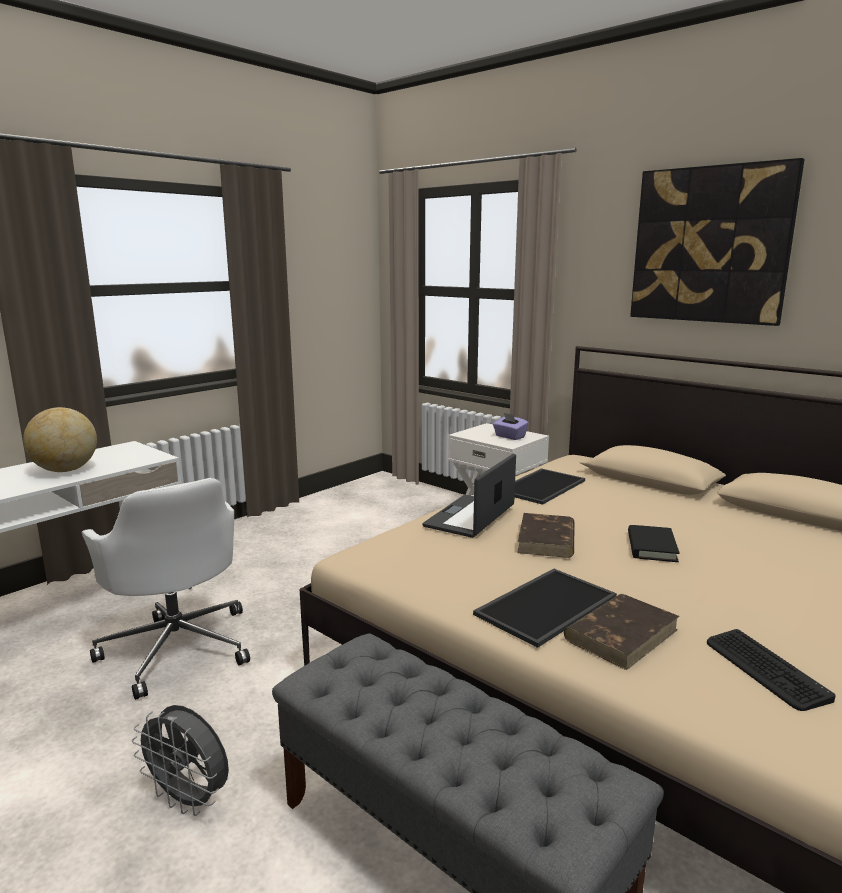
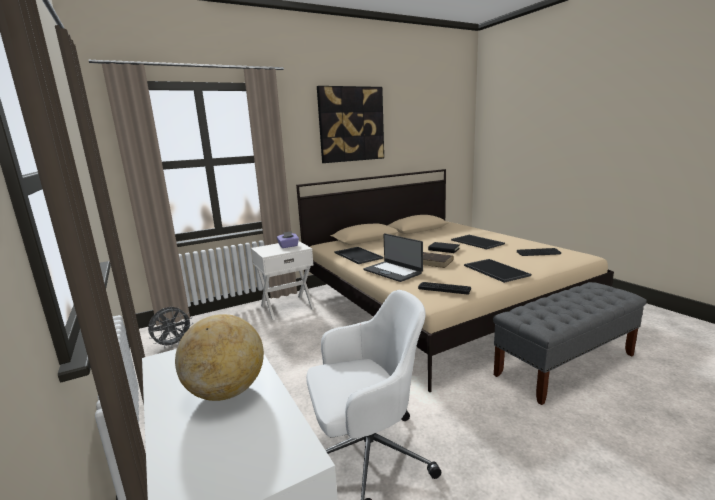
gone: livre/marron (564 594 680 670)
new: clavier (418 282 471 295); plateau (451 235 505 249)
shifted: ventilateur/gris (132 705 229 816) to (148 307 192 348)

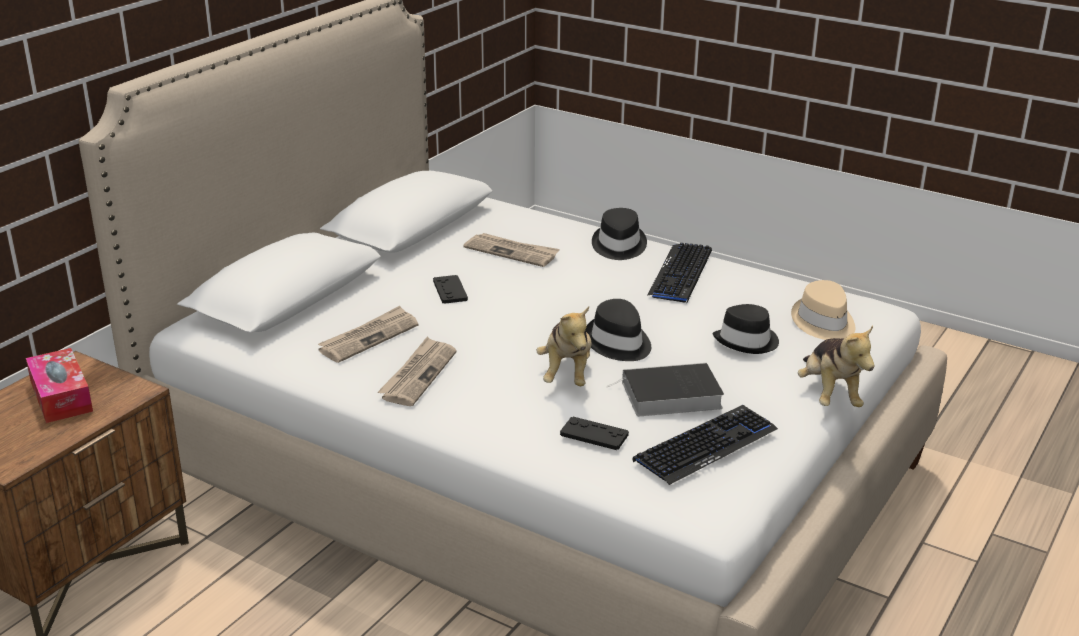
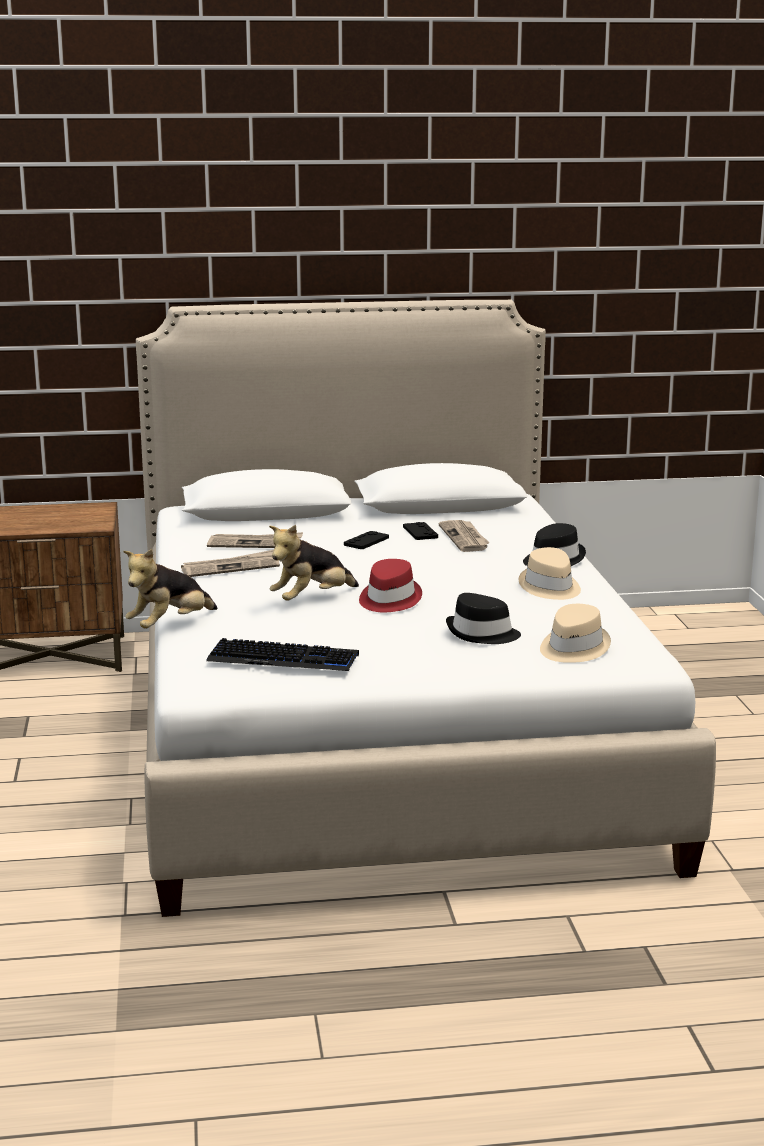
gone: boîte à mouchoirs (26 348 93 423); livre (608 363 724 416)
shifted: manette/noir (560 417 629 450) to (403 522 438 540); peluche (798 326 874 407) to (123 549 217 629)
swapped: clavier (648 243 712 303) to chapeau/beige (519 547 581 600)
repainted: chapeau/noir (585 299 651 361) to chapeau/rouge (359 559 422 612)

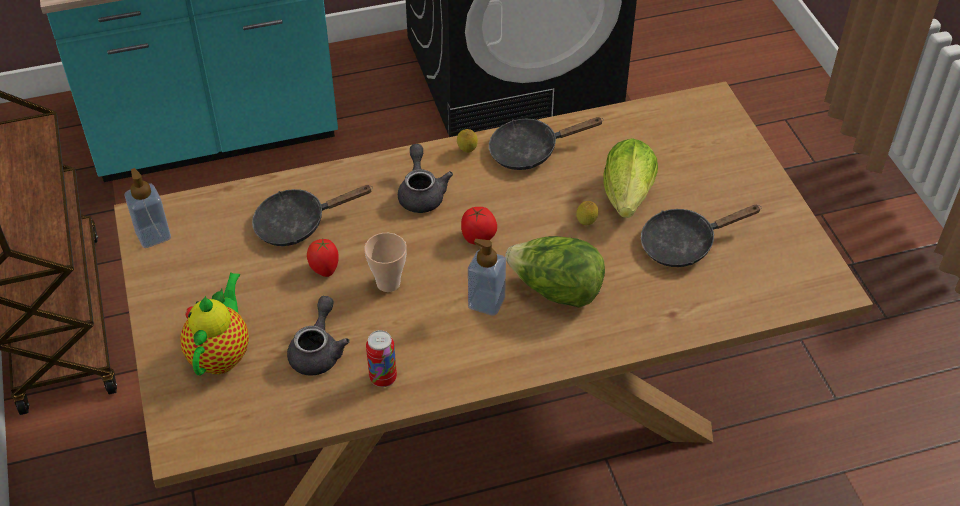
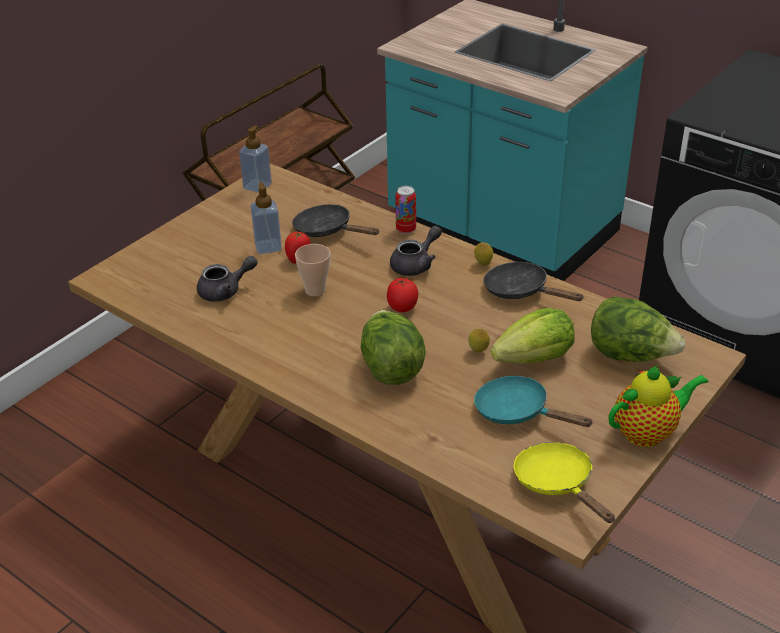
new: poêle/jaune (514 442 615 523); laitue (591 296 685 362)
shifted: théière (180 272 249 376) to (609 365 708 447); boîte métallique (366 330 397 387) to (395 186 416 234); distributeur de savon (468 239 506 316) to (251 182 282 254)
repainted: poêle/noir (641 205 762 267) to poêle/turquoise (474 376 593 427)

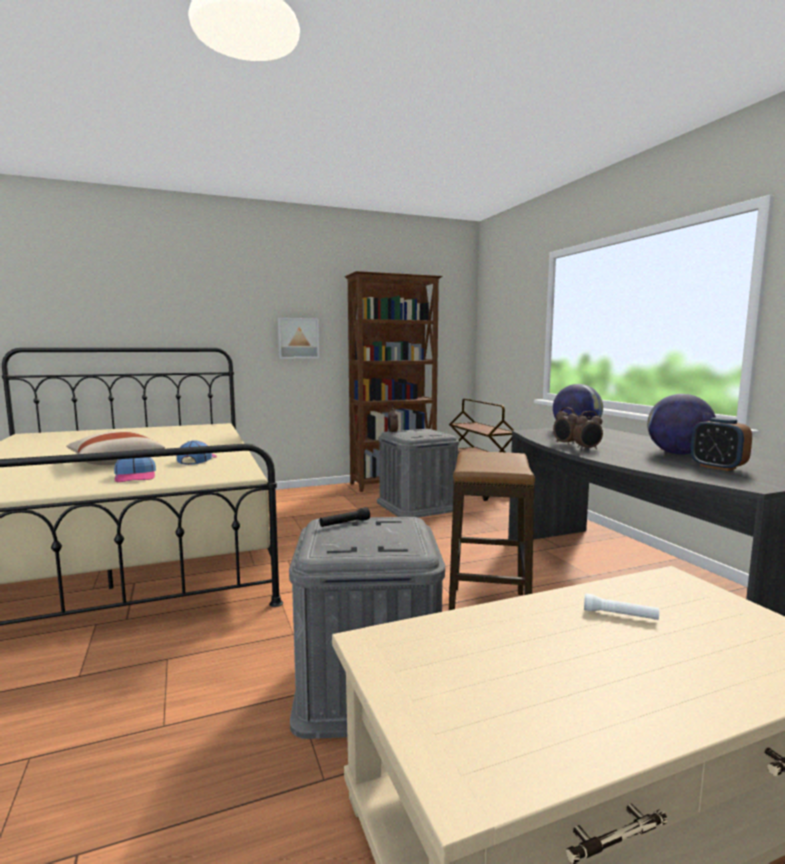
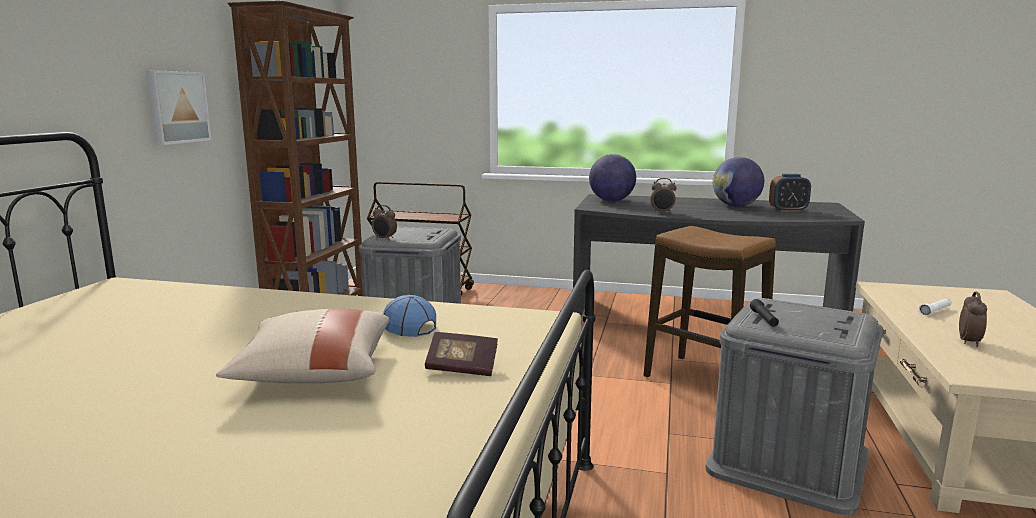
shifted: réveil (573 411 603 450) to (959 292 987 347)
swapped: casquette (114 457 156 482) to livre (425 332 498 376)

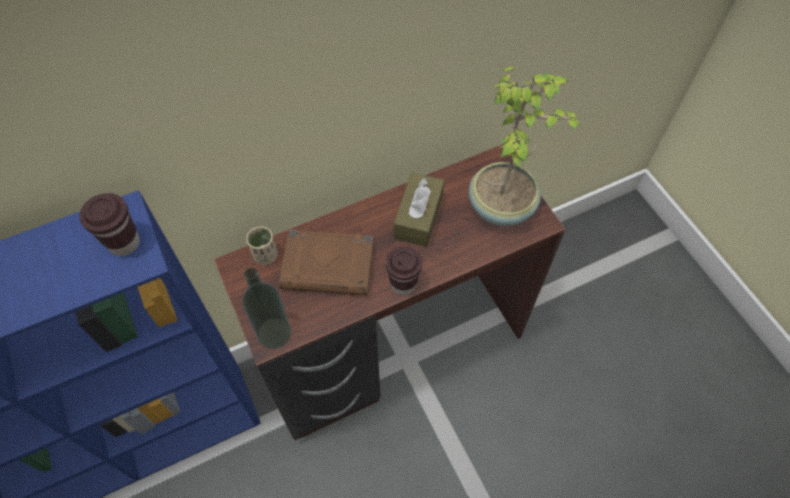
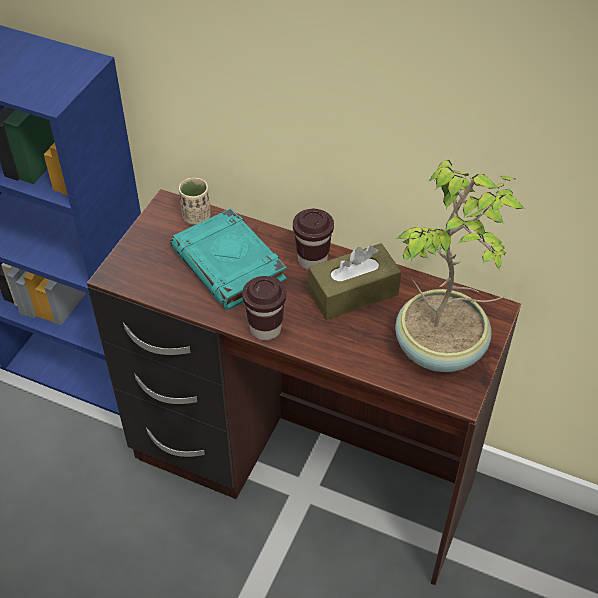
gone: bouteille (242 268 291 349)
shifted: tasse/marron (79 193 140 256) to (293 209 334 270)
repainted: livre/marron (279 230 374 296) to livre/turquoise (170 208 287 310)

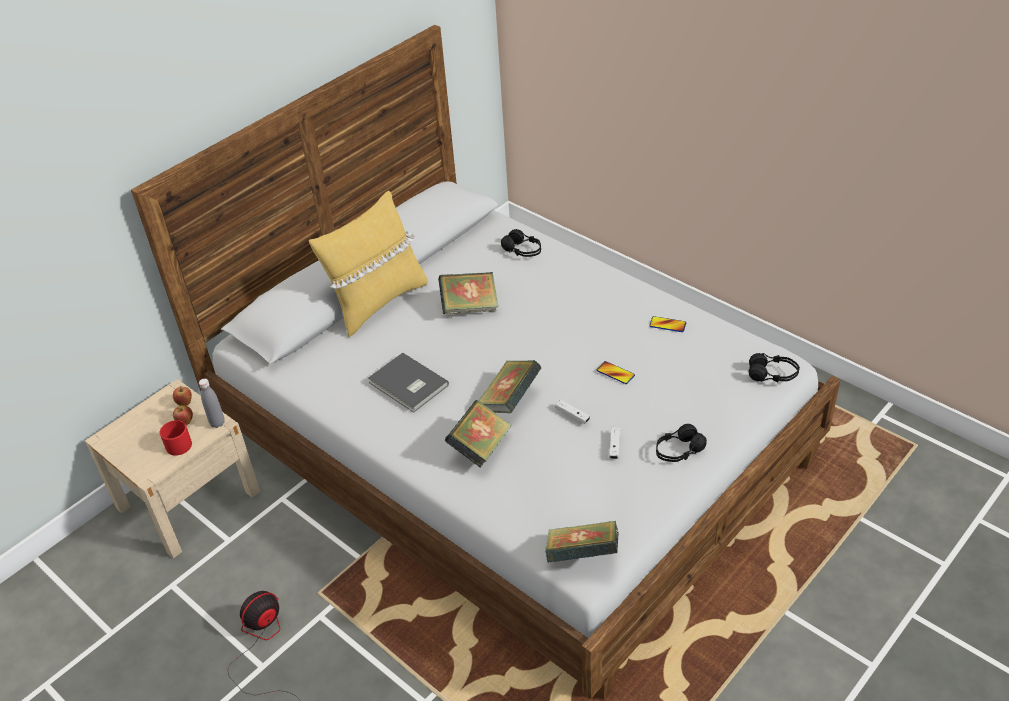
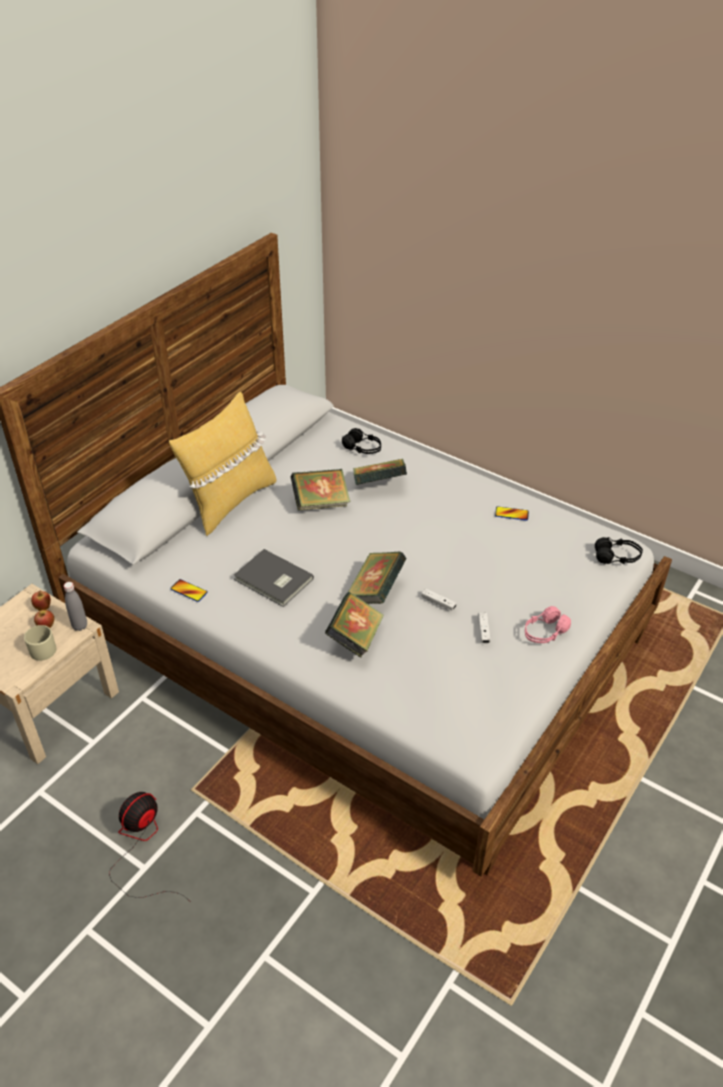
shifted: livre (545 521 619 563) to (353 459 407 485); téléphone (597 361 635 384) to (170 579 208 602)
repainted: mug/rouge (160 420 192 456) to mug/beige (24 625 56 661); casque audio/noir (656 424 707 462) to casque audio/rose (525 606 571 643)

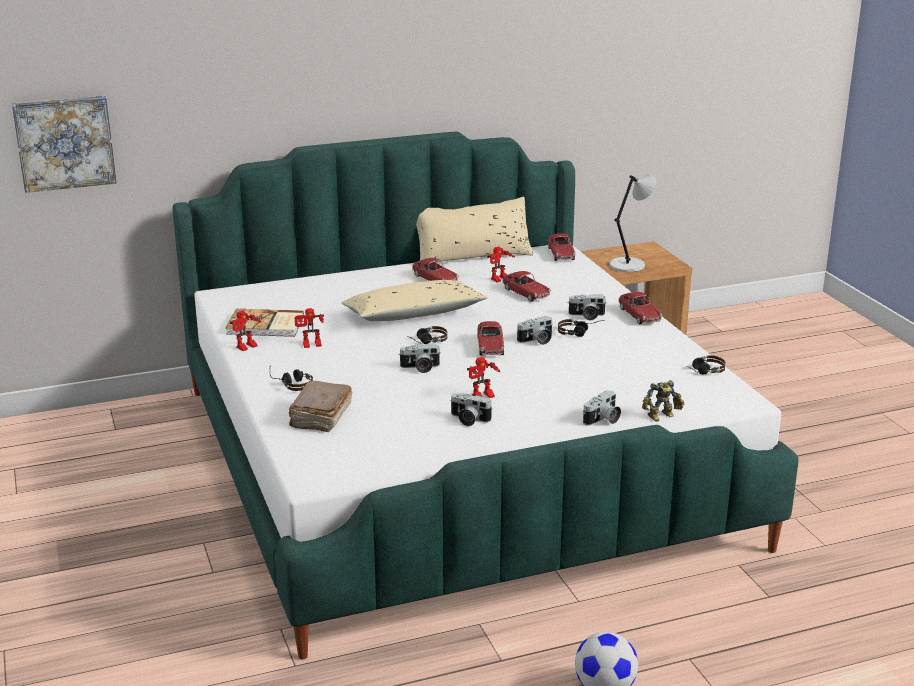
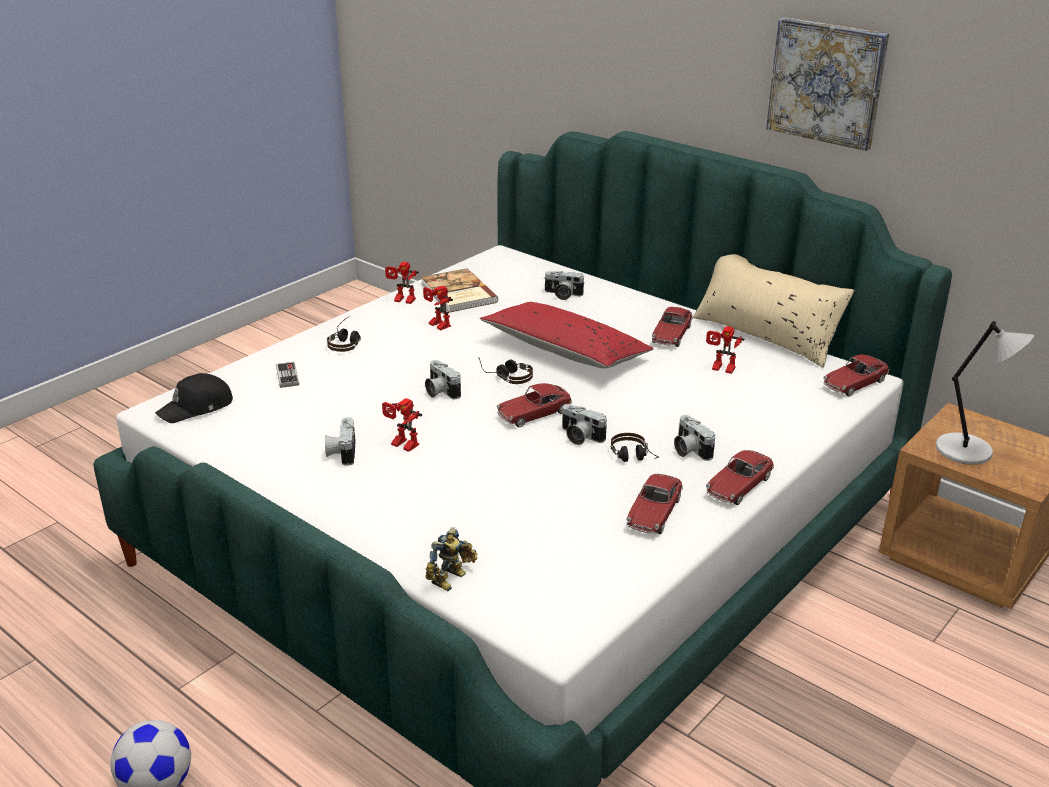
gone: casque audio (687 355 726 375)
new: casquette/noir (155 373 233 423)
shifted: tableau (12 96 116 193) to (766 17 889 151); petite voiture (502 271 551 302) to (627 474 683 534); appareil photo (583 390 621 426) to (544 271 585 300)
swapped: livre/marron (289 381 352 432) to manette (276 362 299 388)
repainted: coussin/beige (341 280 488 321) to coussin/rouge (480 302 654 368)
rotated: robot jouet (642 380 684 422) = (425 527 477 591) 90 degrees counterclockwise

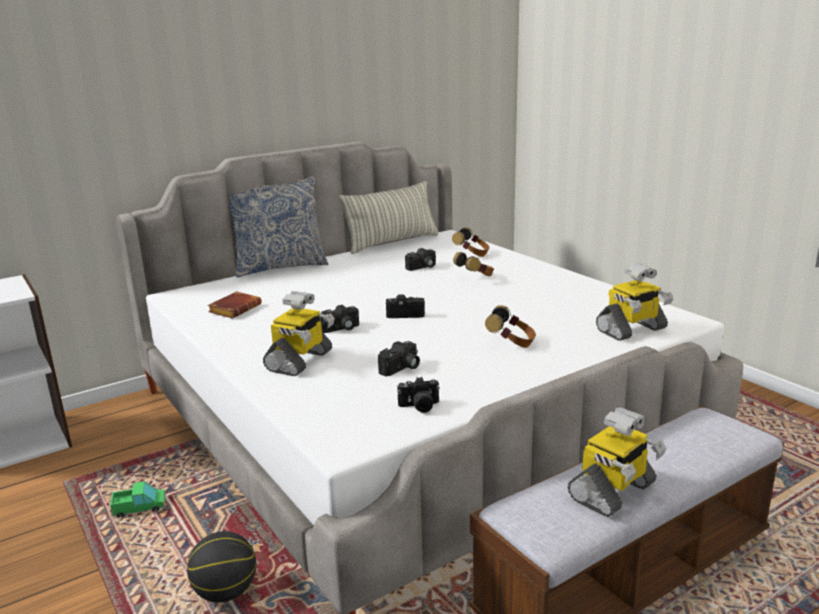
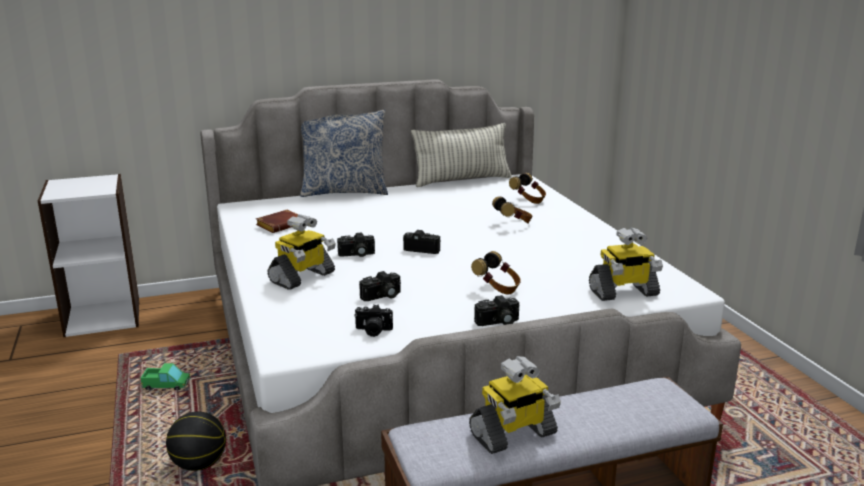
shifted: appareil photo (405 248 436 271) to (474 295 519 326)

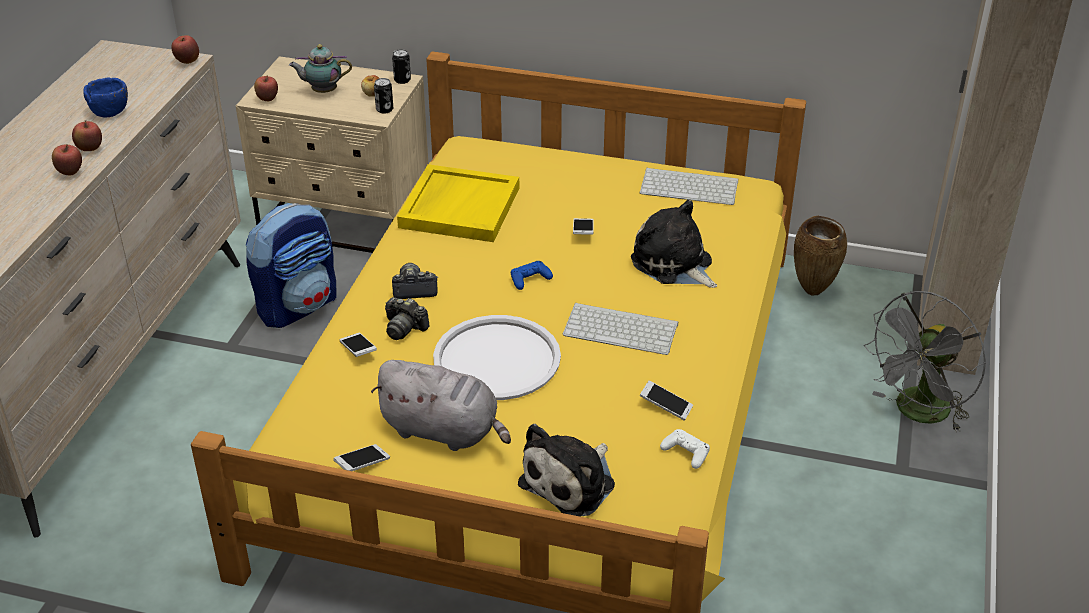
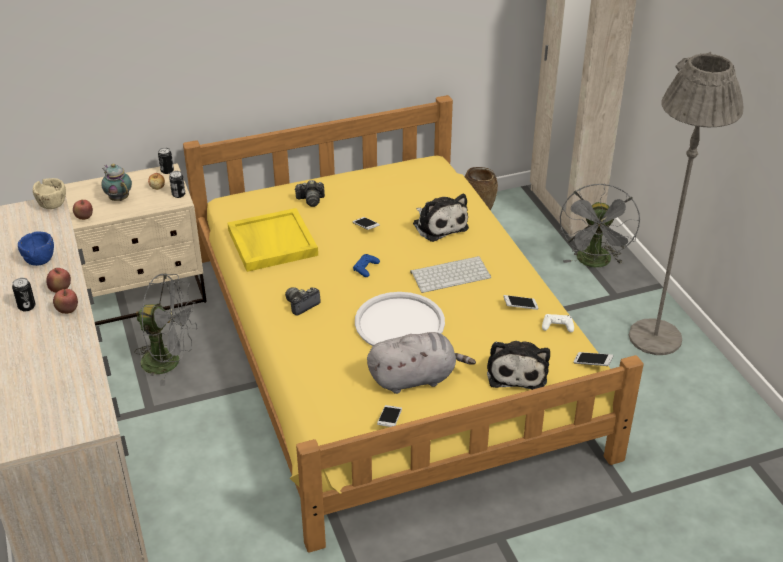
gone: clavier (640 168 738 205)
new: boîte métallique (12 278 36 311); lampadaire/gris (629 52 744 355)
shifted: téléphone (339 333 377 357) to (574 352 613 366); appareil photo (385 297 429 340) to (294 180 325 207)
swapped: pomme (172 35 199 64) to bol/beige (33 178 66 209); sac à dos (246 203 336 328) to ventilateur/gris (134 273 197 386)
rotated: théière (289 44 352 93) = (101 164 132 201) 90 degrees clockwise; peluche (631 200 717 288) = (413 194 469 242) 135 degrees counterclockwise

